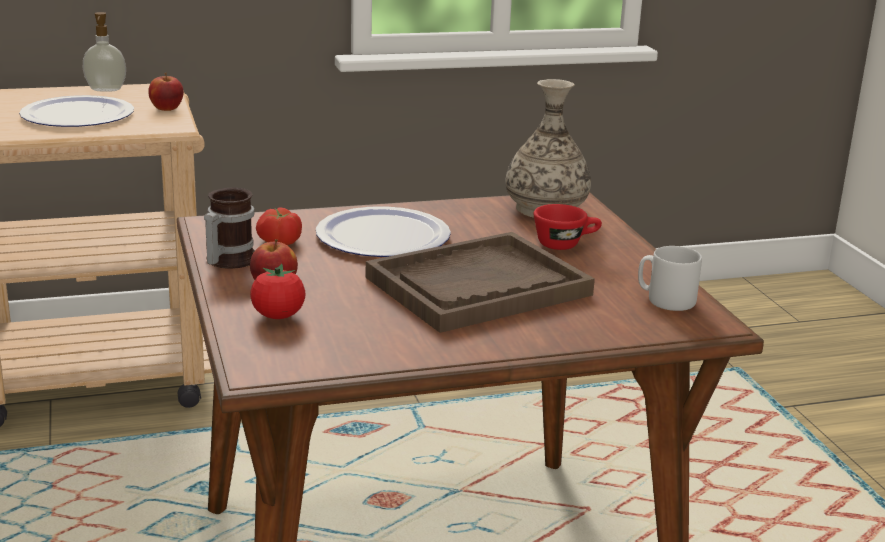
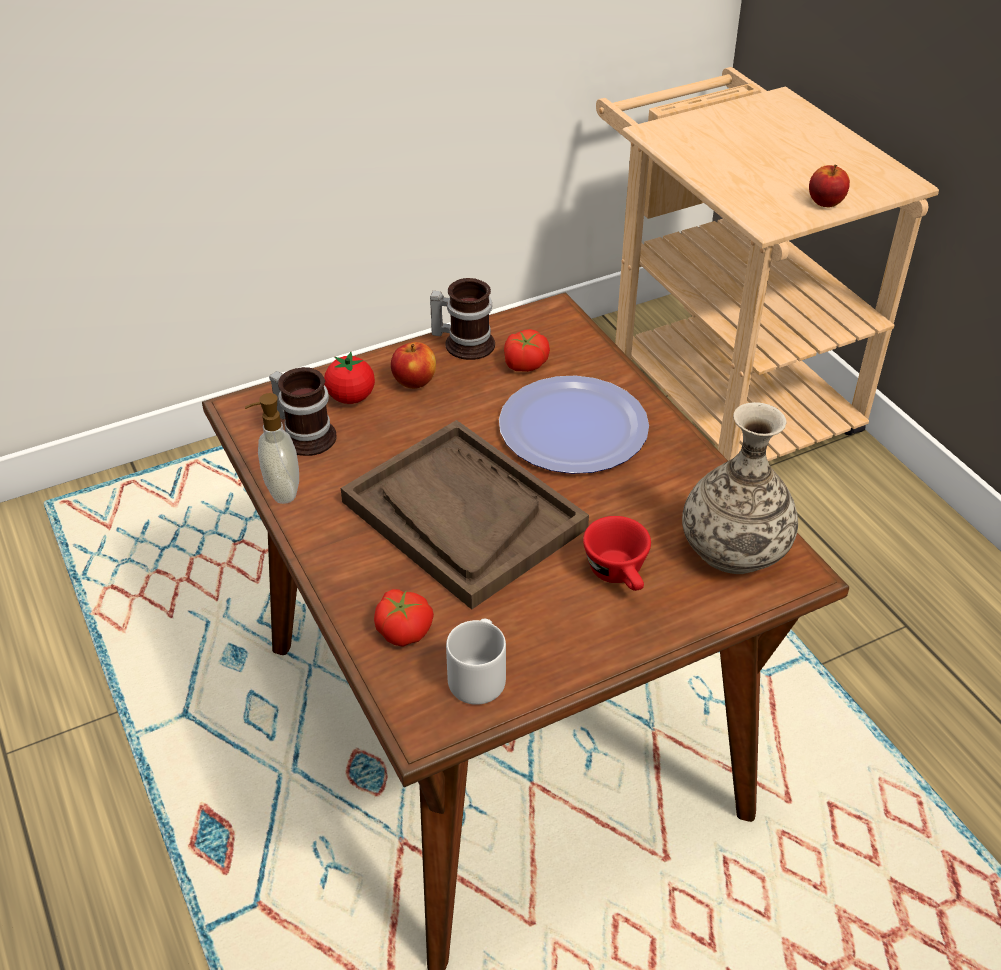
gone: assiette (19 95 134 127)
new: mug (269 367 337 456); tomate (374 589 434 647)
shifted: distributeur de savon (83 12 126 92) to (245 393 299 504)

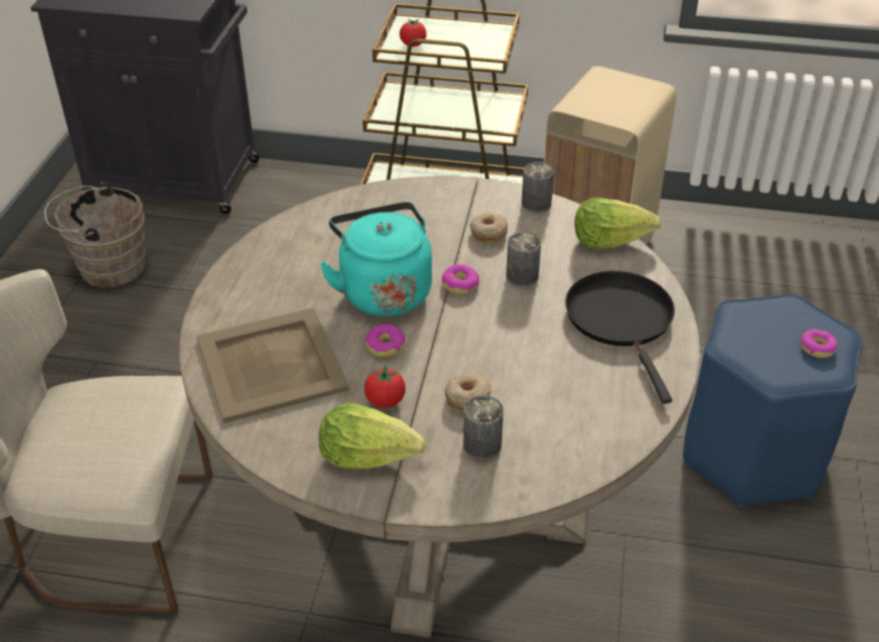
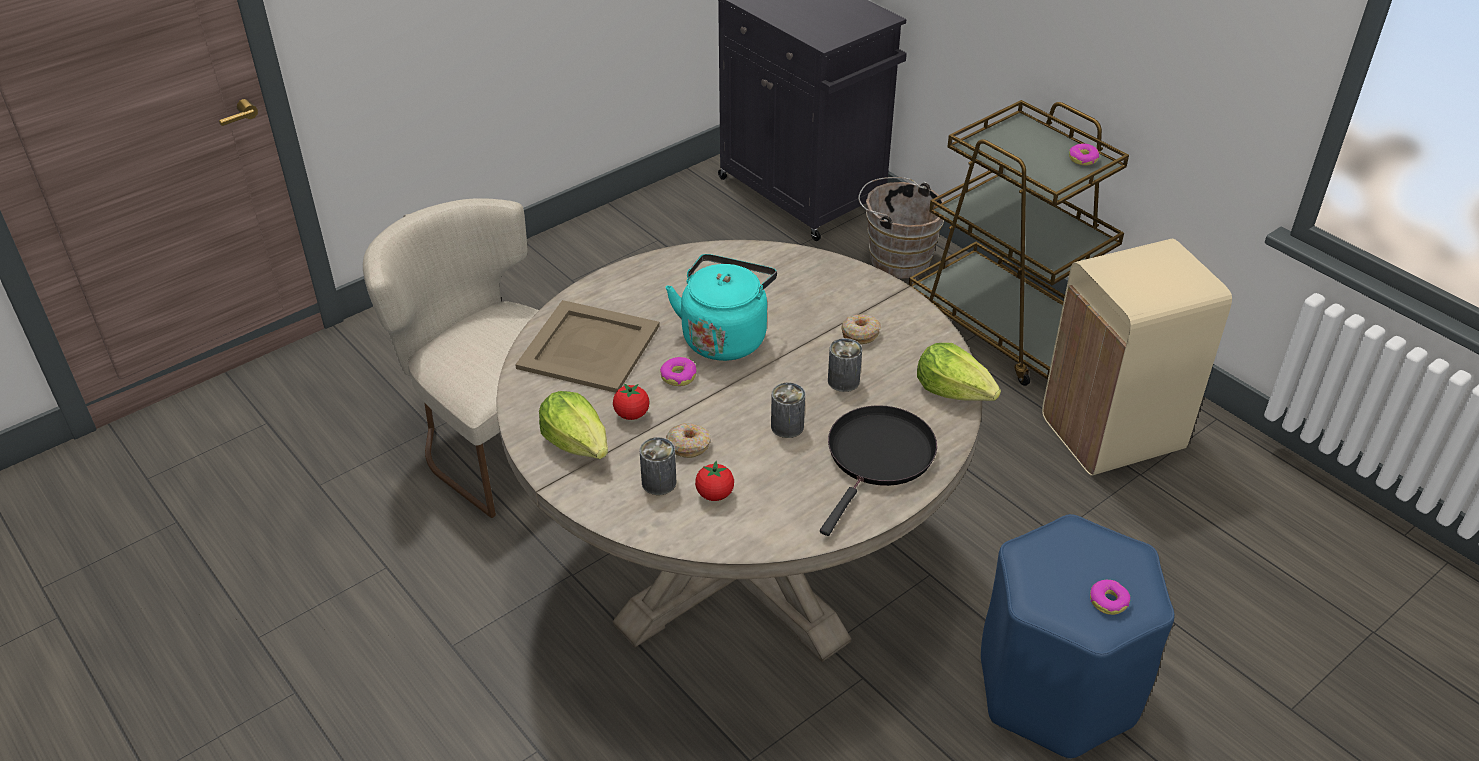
shifted: seau/marron (44 182 145 288) to (858 177 944 279); tomate (400 19 426 47) to (695 461 734 501); beignet (442 264 479 294) to (1069 143 1099 165); boîte métallique (521 162 554 213) to (771 382 805 438)

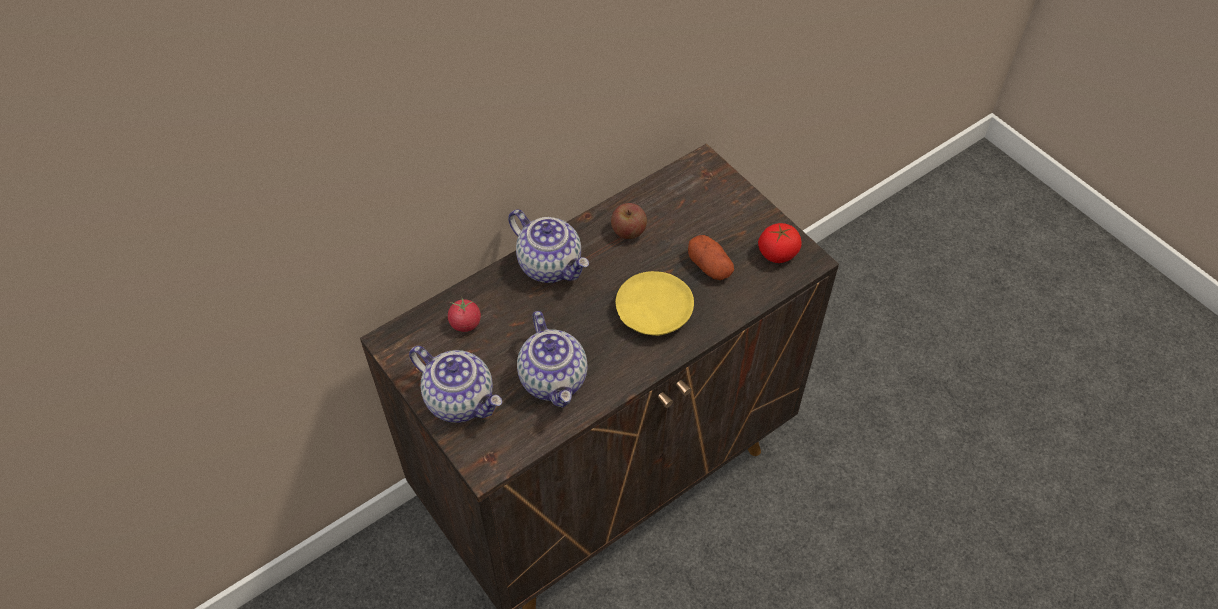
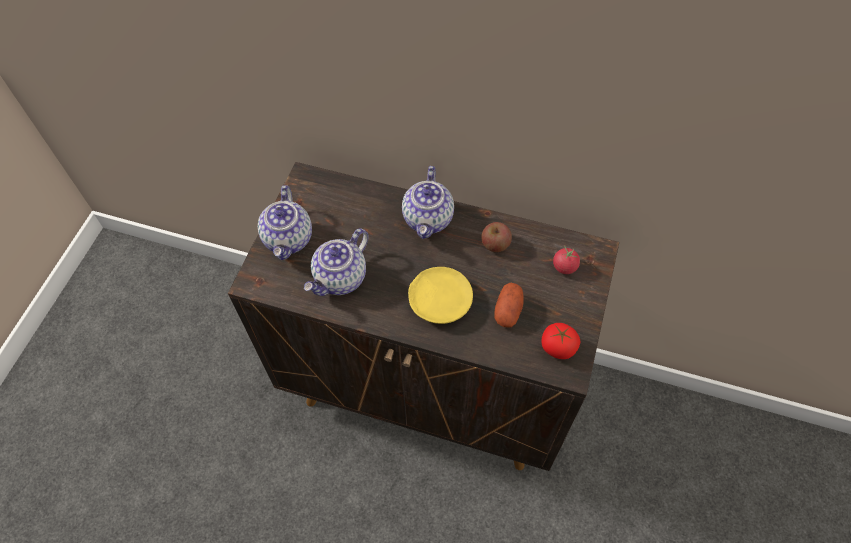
shifted: tomate (448 297 481 332) to (553 247 580 274)

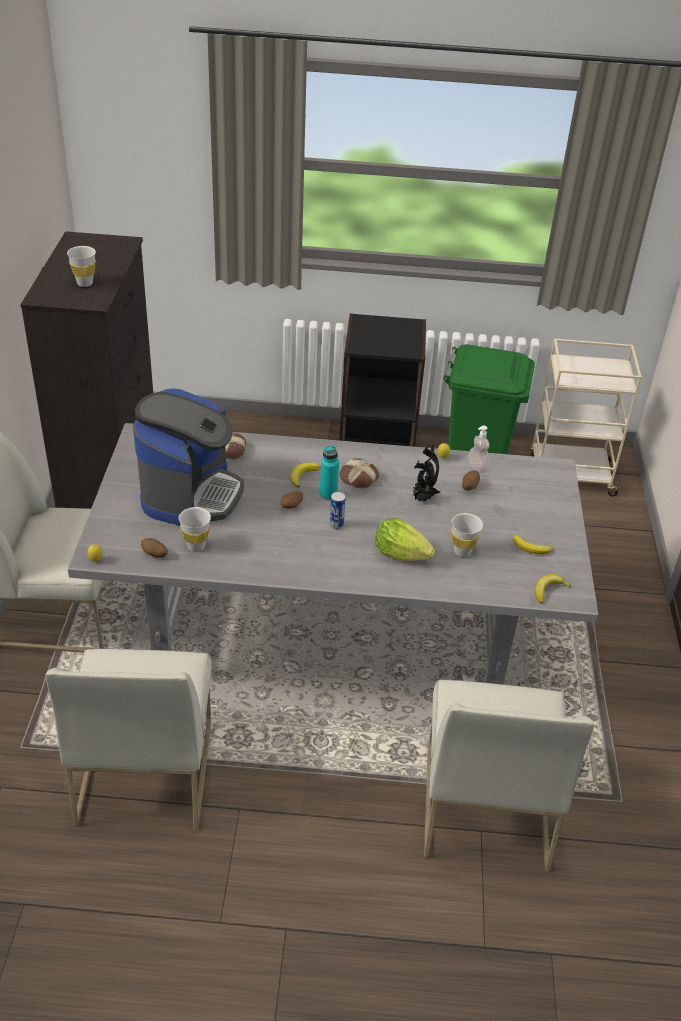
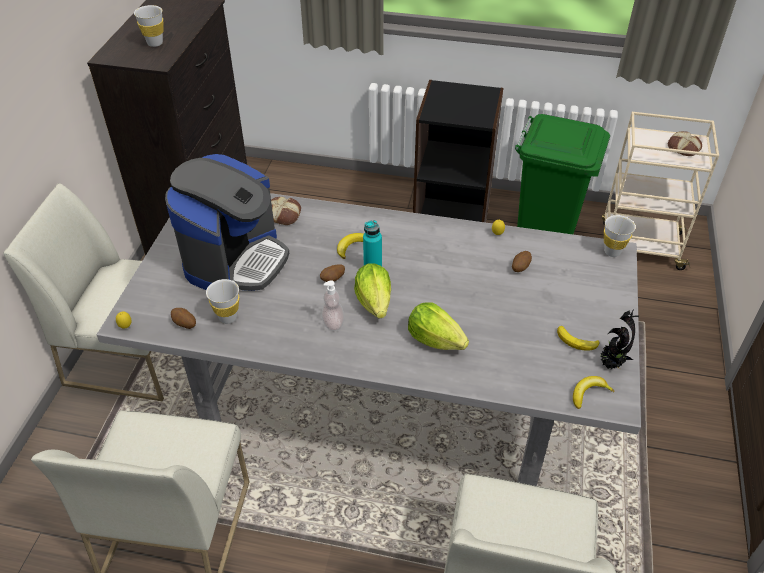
shifted: pain (339 458 379 489) to (668 131 702 156); plante en pot (413 444 441 502) to (601 310 639 369); tasse/blanc (451 513 483 557) to (604 215 636 257); distributeur de savon (468 426 490 474) to (321 280 344 331)
swapped: boîte métallique (330 492 346 529) to laitue (354 263 391 319)

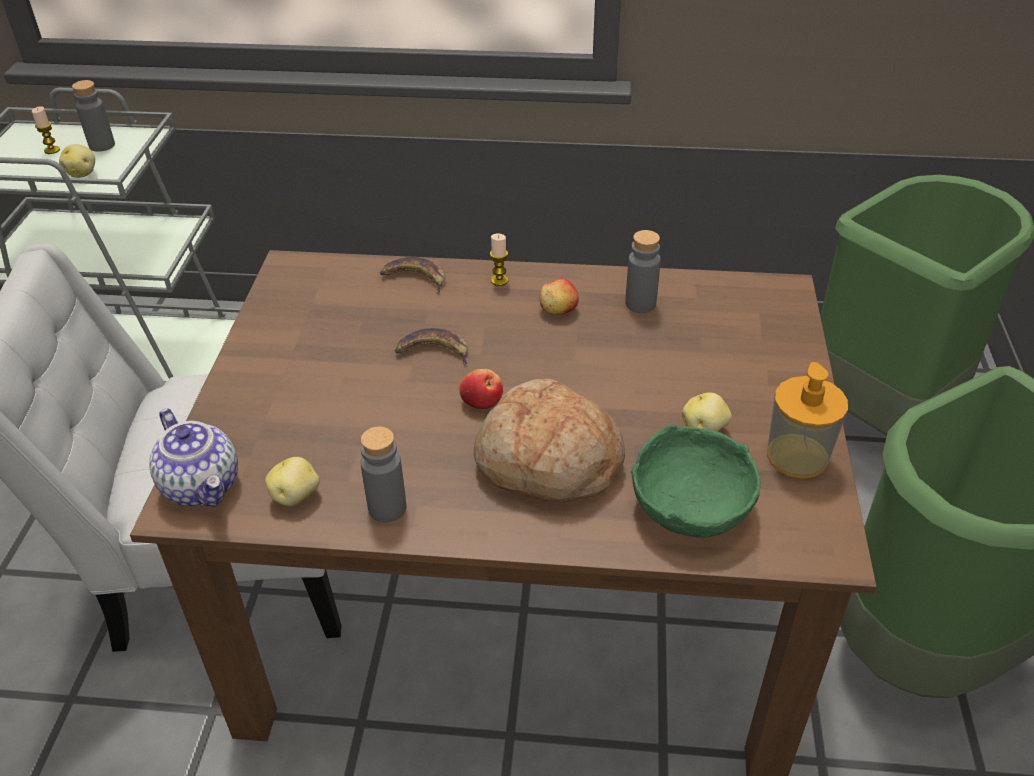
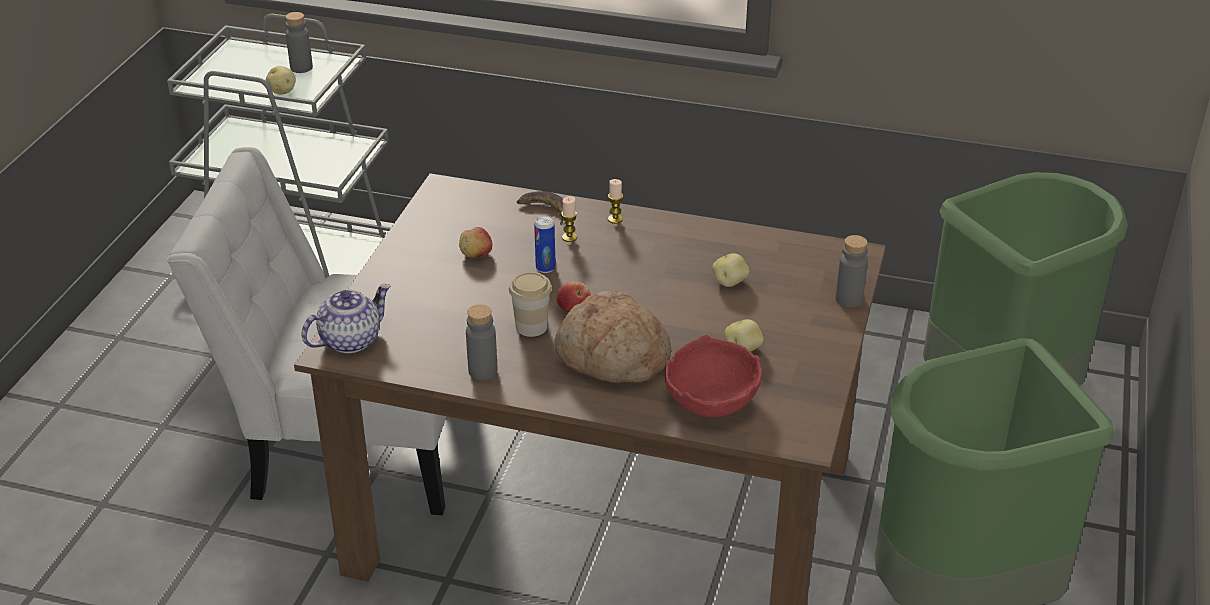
gone: distributeur de savon (767 362 848 479)
new: tasse (509 272 552 337)
shifted: bougie (32 106 60 154) to (561 196 577 242); pomme de terre (265 457 320 506) to (712 253 750 287); pomme (539 278 579 315) to (459 227 492 258); bouteille/gris (625 230 661 313) to (836 235 868 307)
swapped: banane (395 328 468 367) to boîte métallique (534 215 555 273)
repainted: bol/vert (631 424 761 538) to bol/rouge (665 335 762 417)
rotated: théière (149 409 238 507) = (302 284 391 353) 105 degrees counterclockwise

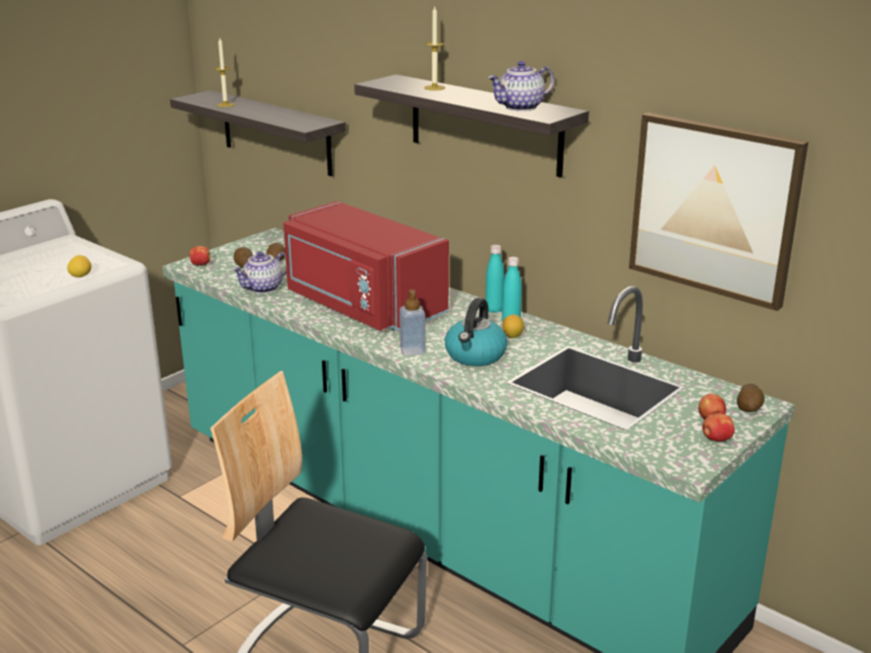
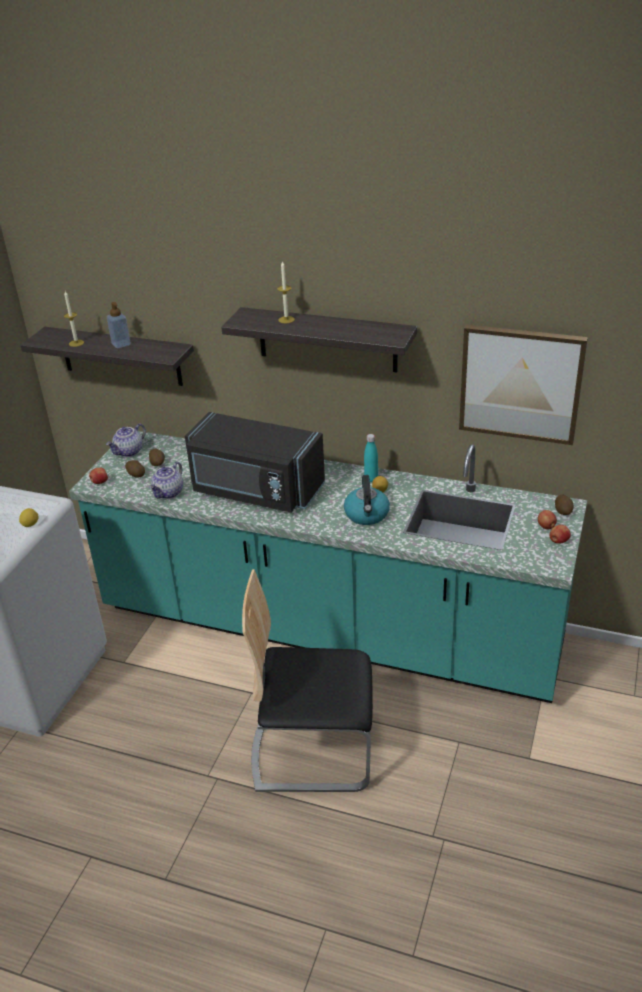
gone: bouteille/turquoise (485 245 504 313)
shifted: distributeur de savon (399 290 426 356) to (107 302 131 348); théière (488 61 554 111) to (106 423 146 457)
repainted: micro-ondes/rouge (283 201 449 331) to micro-ondes/noir (185 412 325 513)

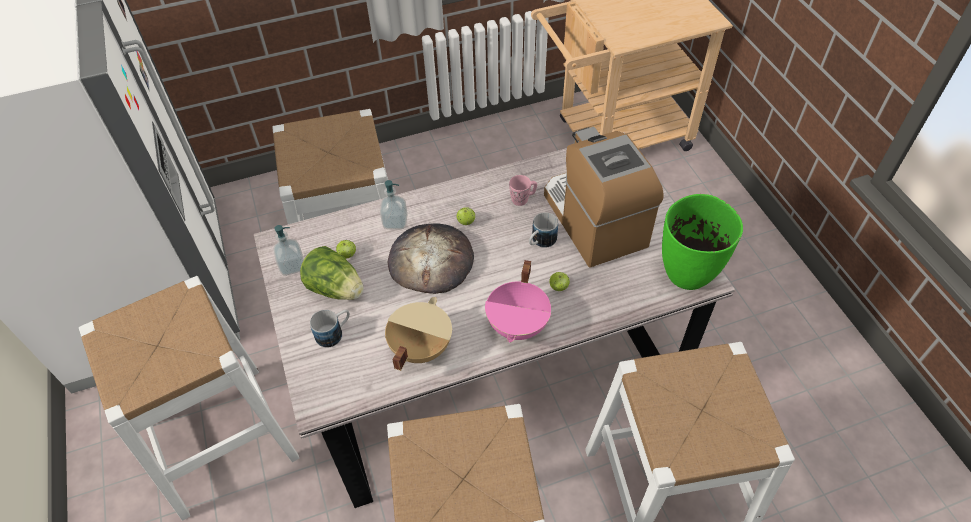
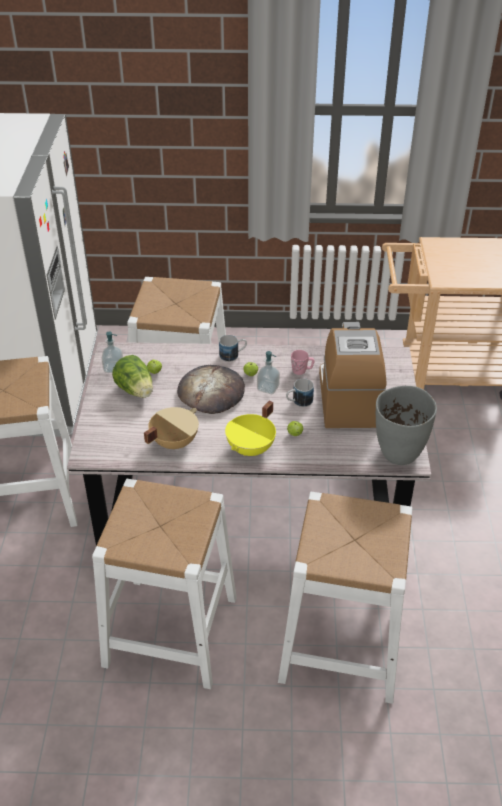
shifted: mug (310 310 350 348) to (219 335 247 362); distributeur de savon (380 180 408 229) to (257 351 280 394)
repainted: marmite/rose (485 260 551 343) to marmite/jaune (225 401 276 456); vase/vert (662 194 743 290) to vase/gris (376 386 437 465)

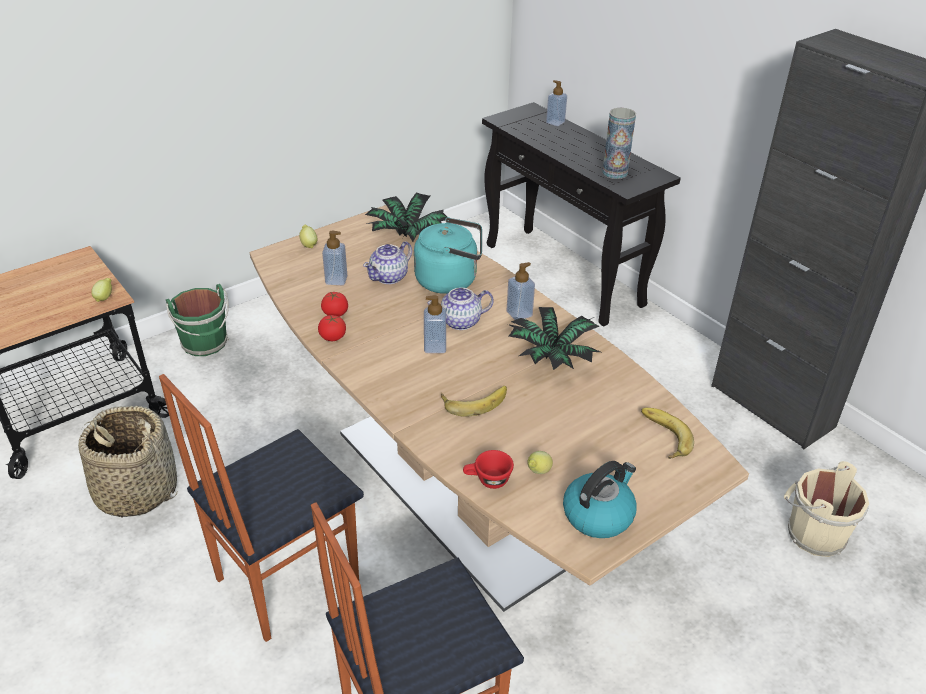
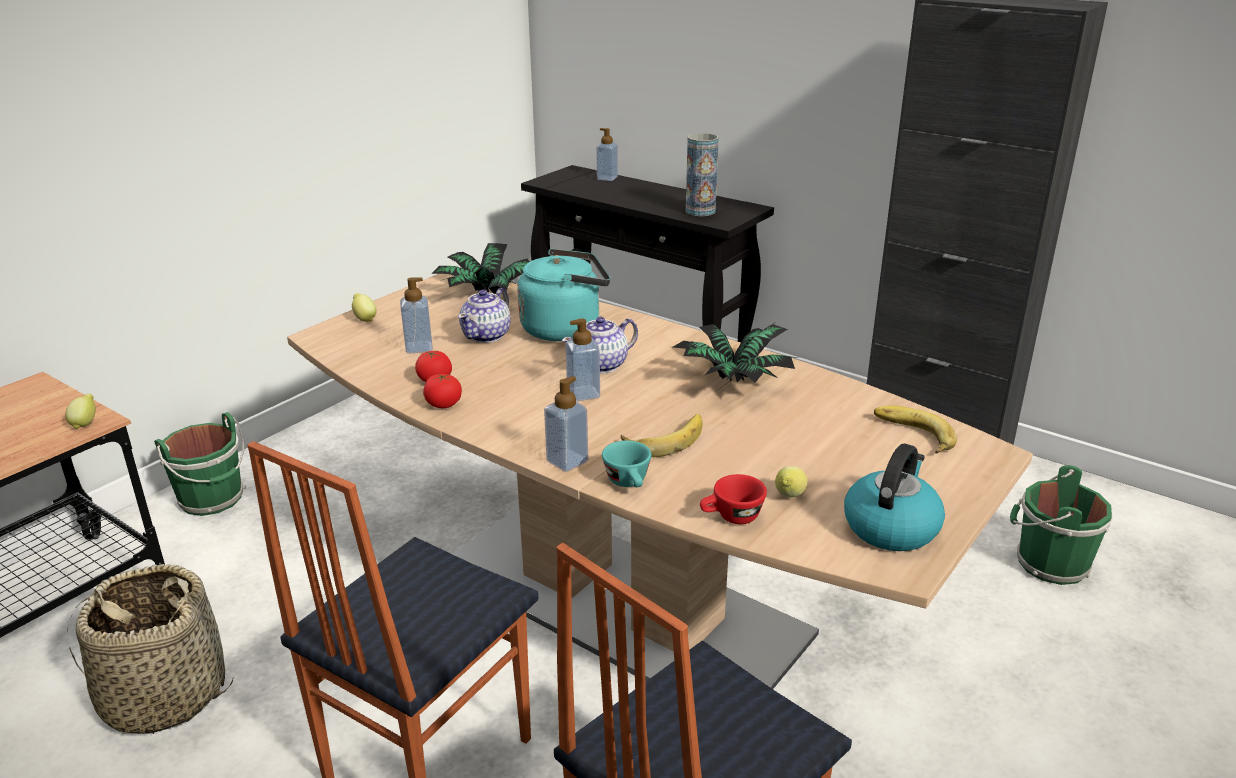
new: tasse/turquoise (602 440 651 487)
shifted: distributeur de savon (507 262 535 320) to (544 376 588 472)
repainted: seau/beige (784 461 869 557) to seau/vert (1010 465 1112 585)

